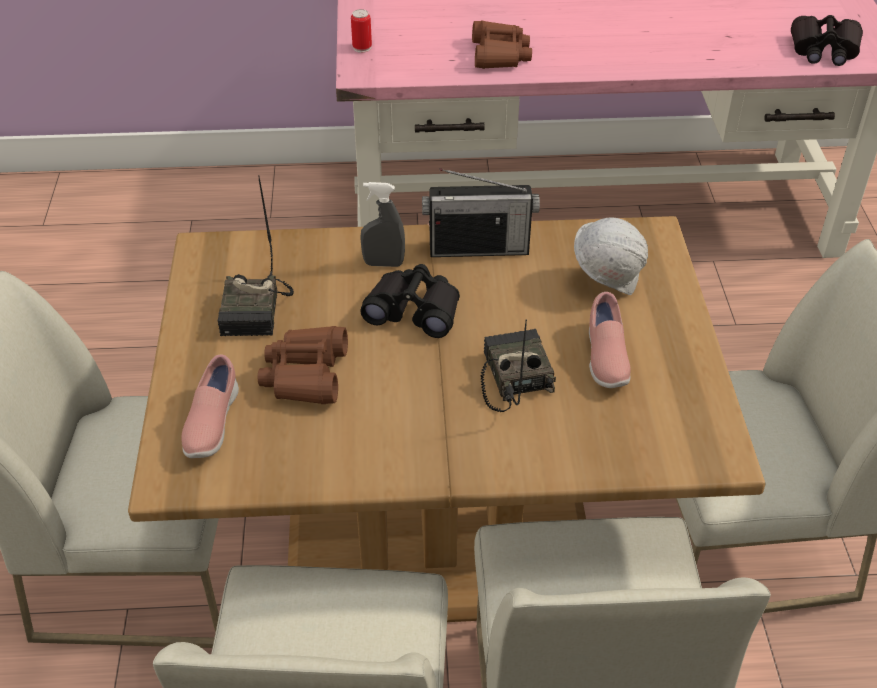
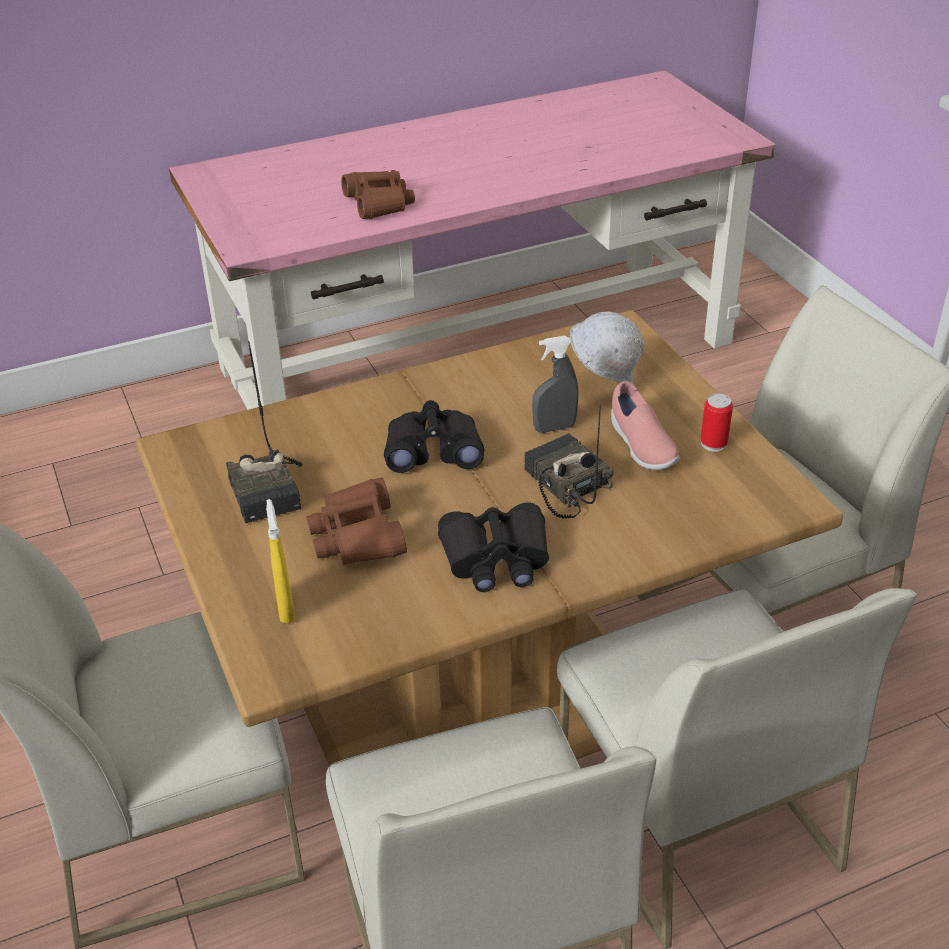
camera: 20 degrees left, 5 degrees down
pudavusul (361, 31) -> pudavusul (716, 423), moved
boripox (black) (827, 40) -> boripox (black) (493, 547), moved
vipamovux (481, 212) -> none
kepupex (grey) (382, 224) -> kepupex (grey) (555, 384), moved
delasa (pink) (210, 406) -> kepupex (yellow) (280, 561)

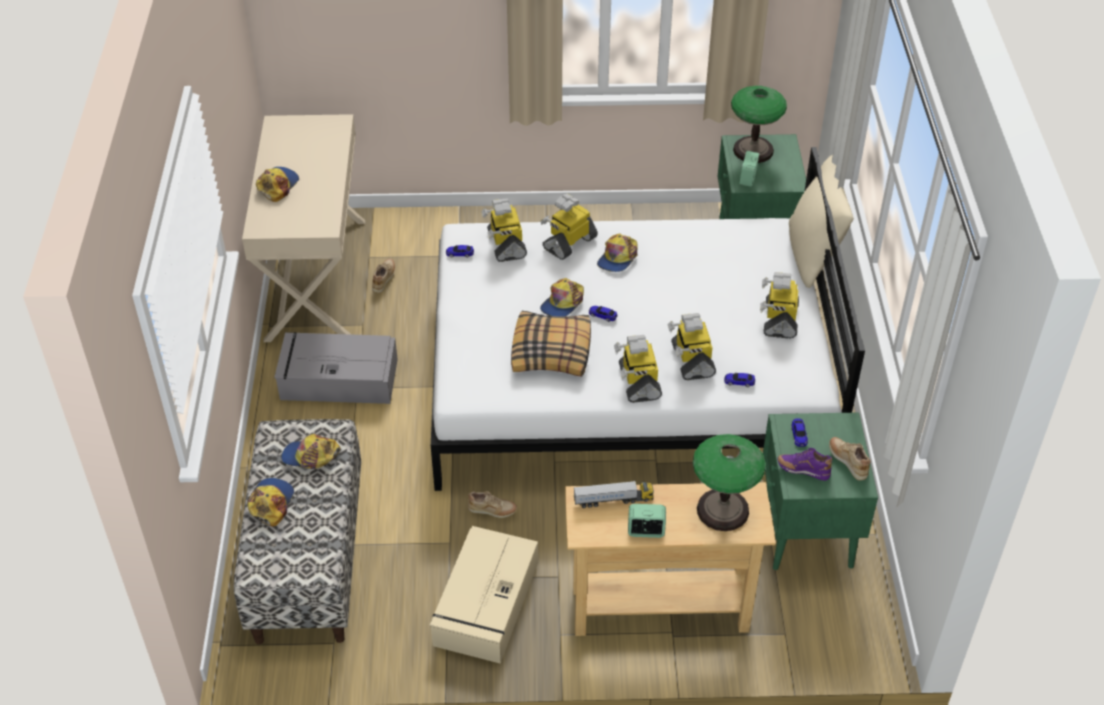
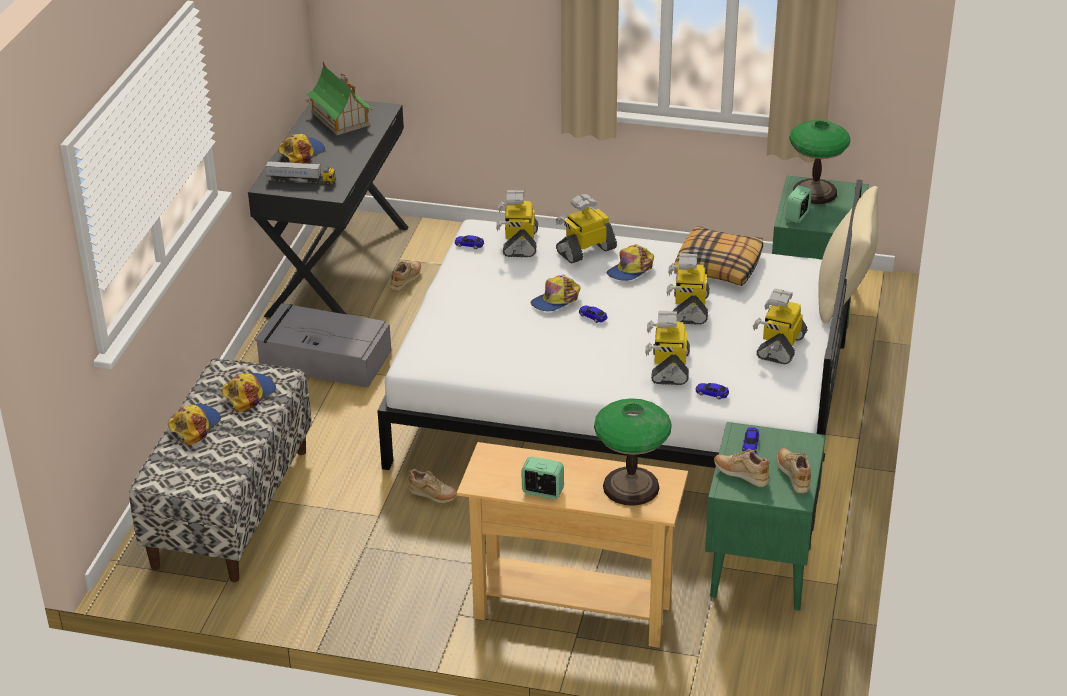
camera: 15 degrees right, 10 degrees down
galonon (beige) (303, 228) -> galonon (black) (328, 209)
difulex (551, 344) -> difulex (718, 256), moved
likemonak (638, 369) -> likemonak (688, 289), moved
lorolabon (310, 451) -> lorolabon (249, 392), 105 degrees clockwise
delasa (purple) (804, 464) -> delasa (beige) (741, 468)
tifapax (614, 494) -> tifapax (300, 173), moved
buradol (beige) (483, 595) -> none
none -> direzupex (339, 98)

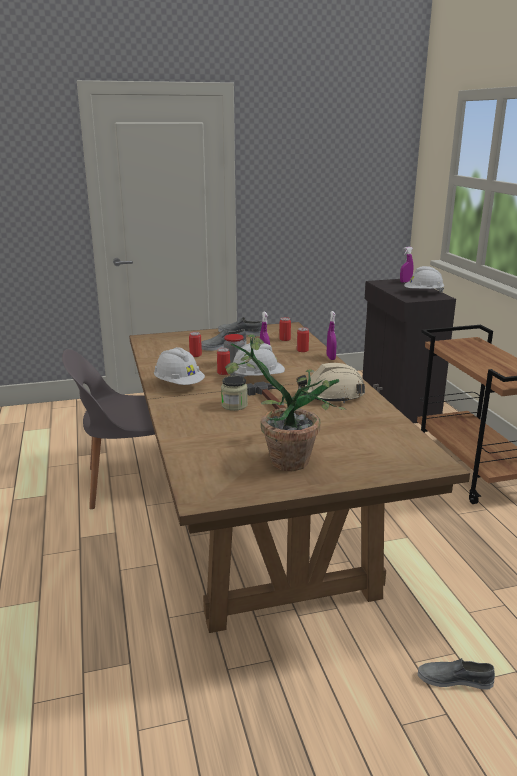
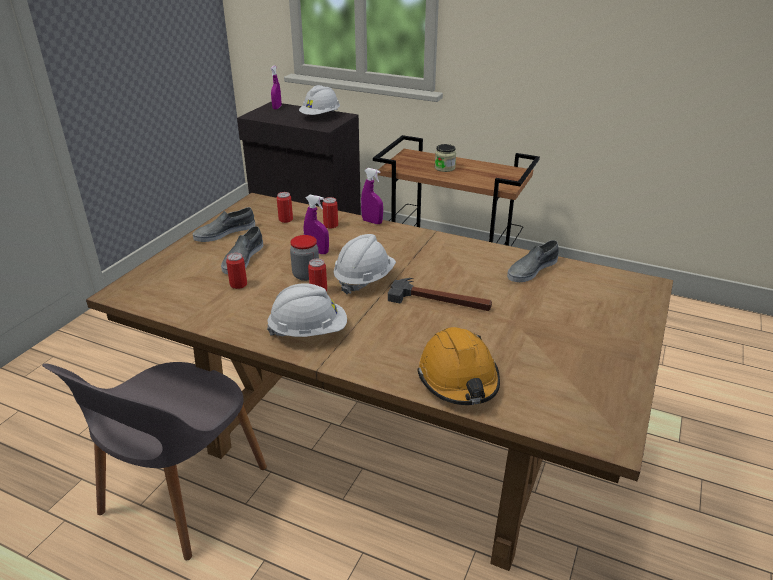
camera: 50 degrees left, 10 degrees up
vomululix (285, 402) -> none
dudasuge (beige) (331, 383) -> none
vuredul (234, 393) -> vuredul (445, 158), moved
delasa (grey) (456, 674) -> delasa (grey) (533, 261), moved
none -> dudasuge (orange) (458, 366)

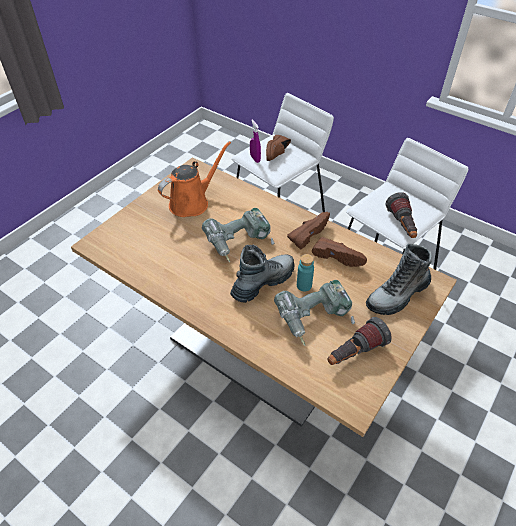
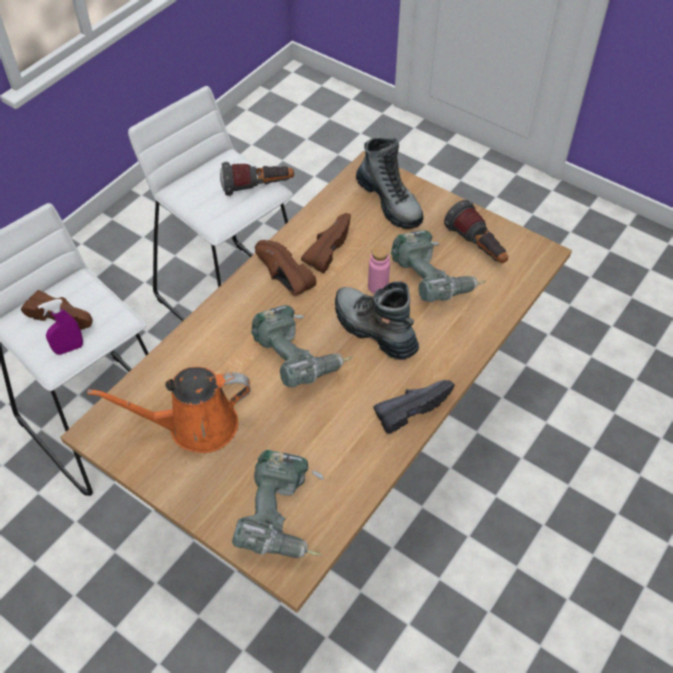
camera: 90 degrees left, 5 degrees up
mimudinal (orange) (194, 179) -> mimudinal (orange) (169, 410), 60 degrees counterclockwise
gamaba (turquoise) (305, 272) -> gamaba (pink) (379, 269)
none -> delasa (black) (414, 407)
none -> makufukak (278, 504)

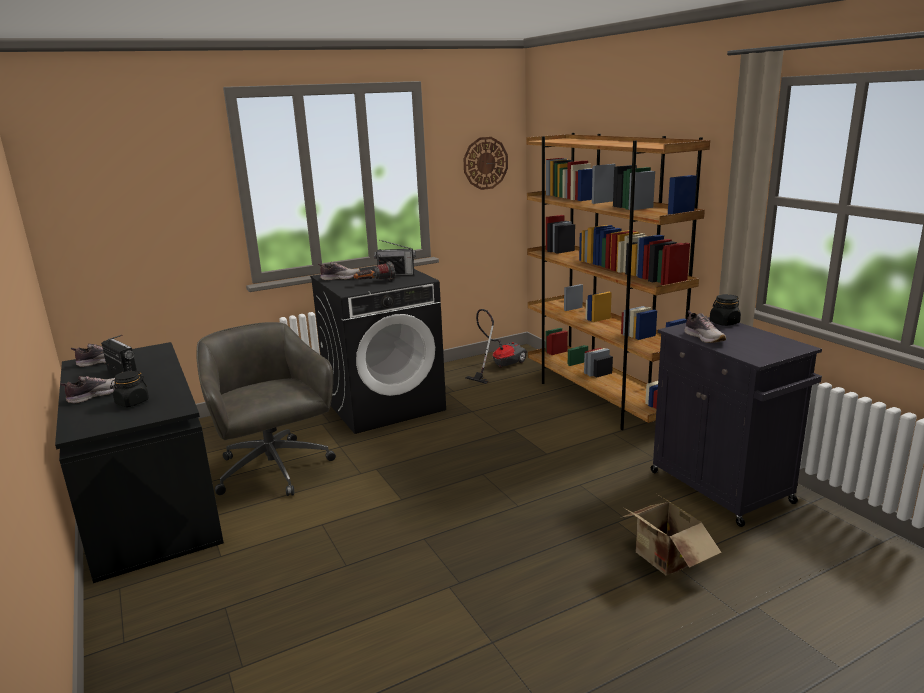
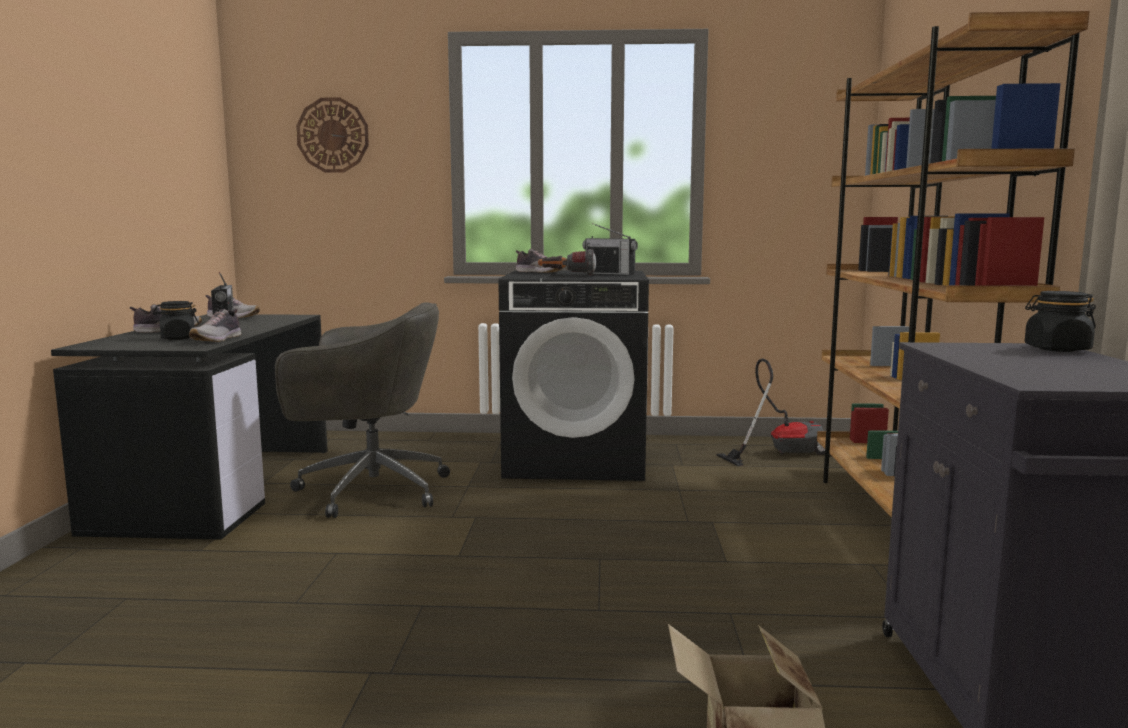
camera: 30 degrees right, 10 degrees down
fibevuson (485, 163) -> fibevuson (332, 135), moved
delasa (705, 326) -> delasa (215, 325), moved
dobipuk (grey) (266, 409) -> dobipuk (grey) (362, 410), 90 degrees clockwise

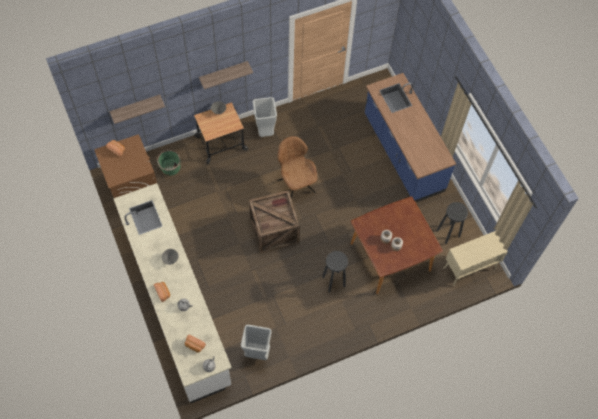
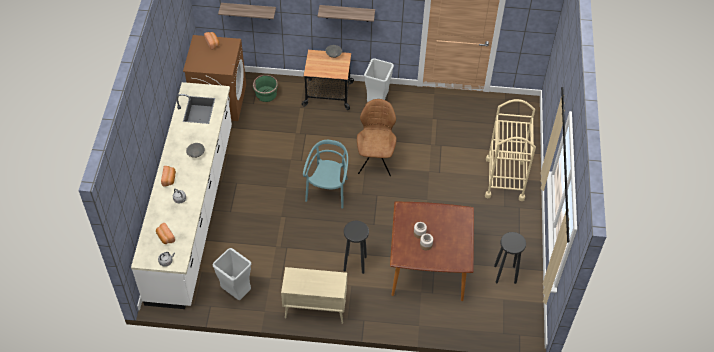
camera: 30 degrees right, 10 degrees down
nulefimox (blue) (410, 137) -> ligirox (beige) (510, 150)
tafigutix (274, 221) -> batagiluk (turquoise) (325, 174)
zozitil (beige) (475, 258) -> zozitil (beige) (314, 295), moved

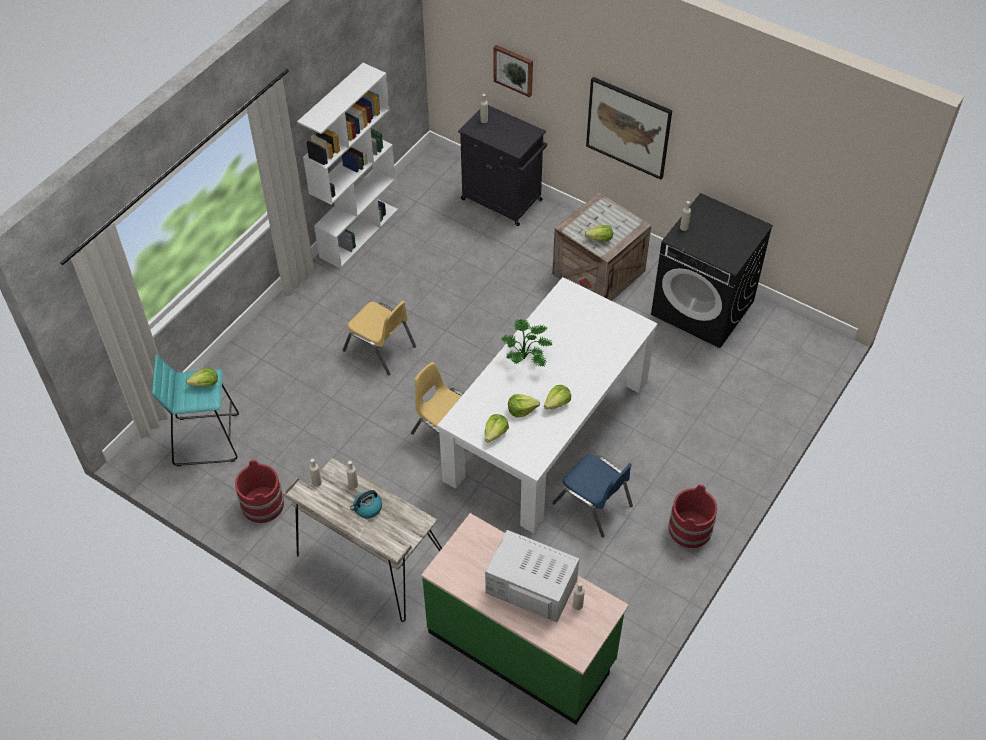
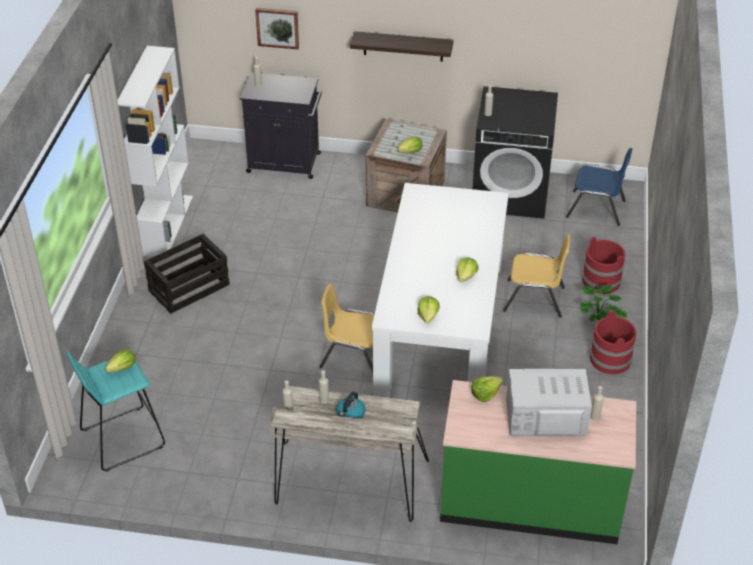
camera: 25 degrees left, 10 degrees down
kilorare (629, 128) -> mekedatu (401, 46)
batagiluk (yellow) (379, 338) -> batagiluk (yellow) (536, 276), moved
vomululix (526, 343) -> vomululix (604, 303), moved
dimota (524, 405) -> dimota (487, 389), moved
batagiluk (blue) (592, 495) -> batagiluk (blue) (599, 187), moved
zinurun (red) (259, 491) -> zinurun (red) (603, 265), moved
none -> tafigutix (187, 274)

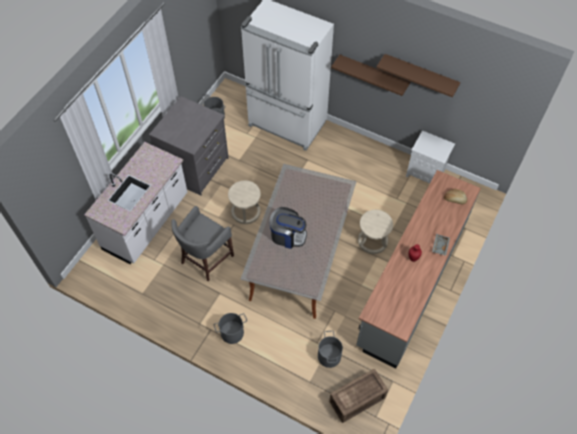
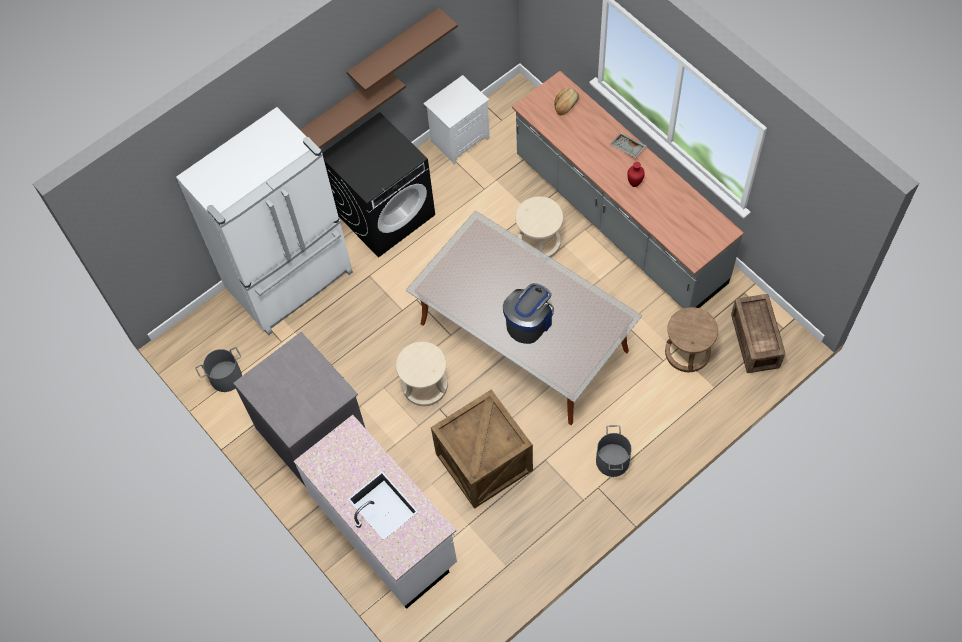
camera: 65 degrees left, 5 degrees up
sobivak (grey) (202, 244) -> tafigutix (482, 449)
zinurun (grey) (330, 349) -> sobivak (brown) (691, 339)
none -> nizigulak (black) (379, 185)

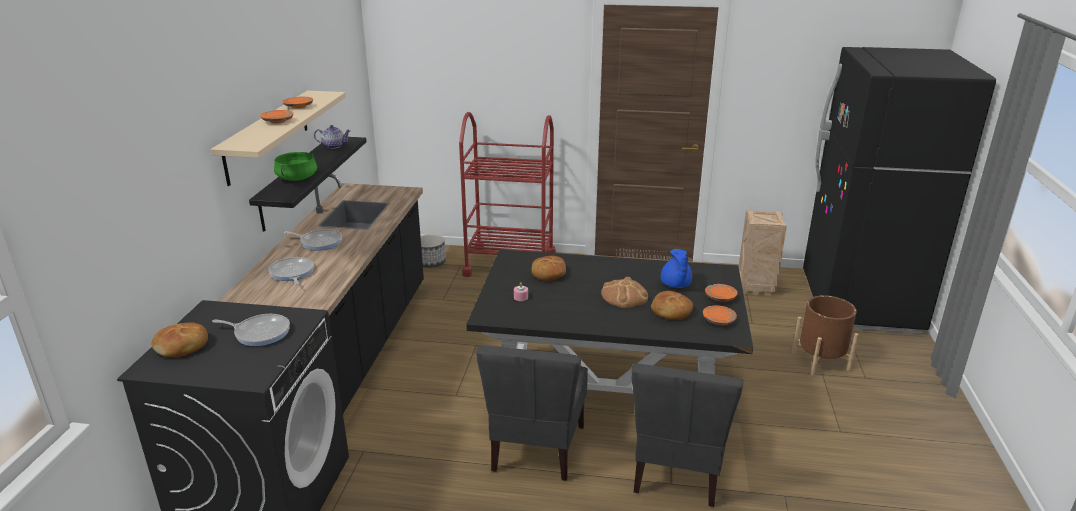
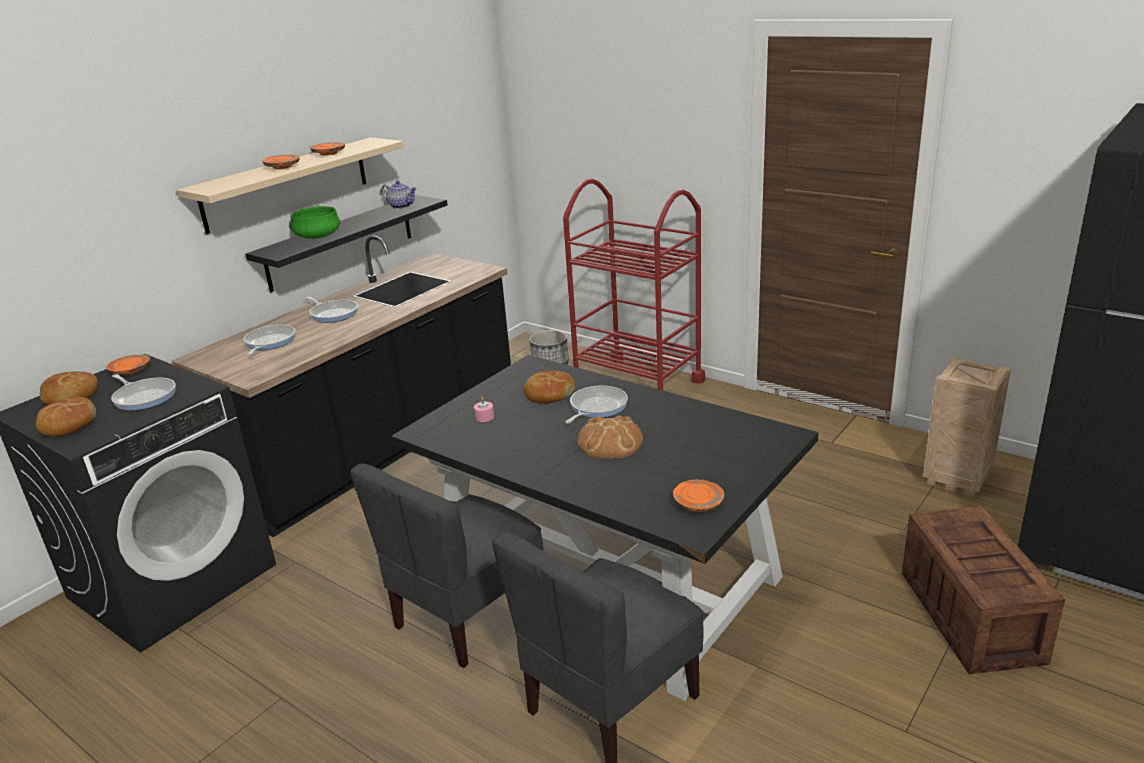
camera: 30 degrees right, 0 degrees up
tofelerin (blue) (676, 268) -> none
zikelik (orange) (721, 292) -> zikelik (orange) (128, 364), moved
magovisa (672, 305) -> magovisa (66, 417), moved
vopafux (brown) (825, 335) -> tafigutix (983, 590)
none -> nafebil (597, 405)

